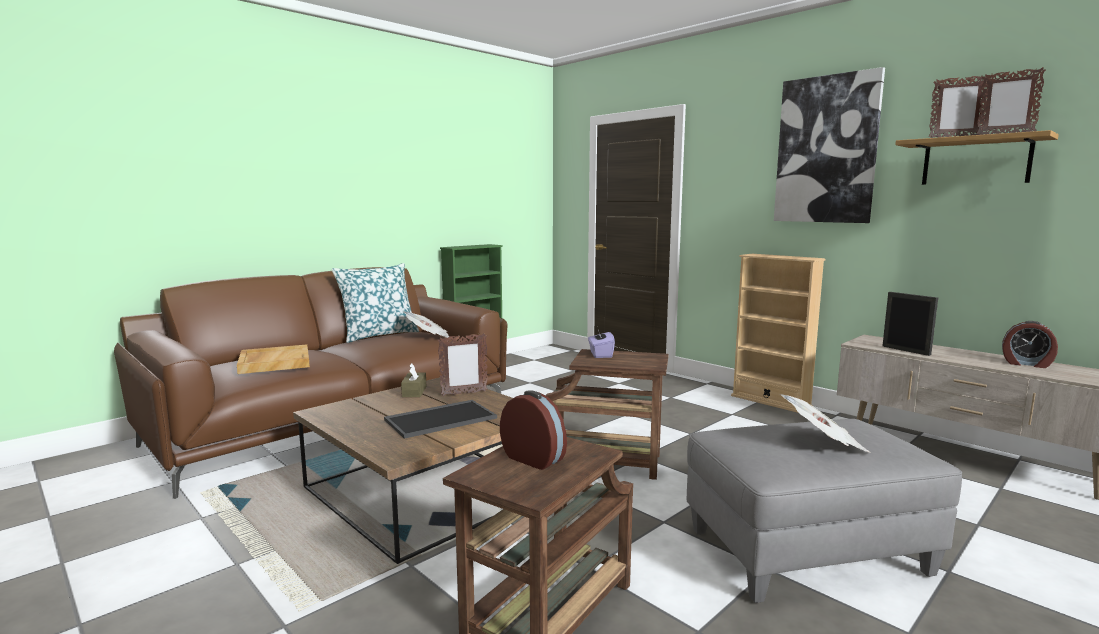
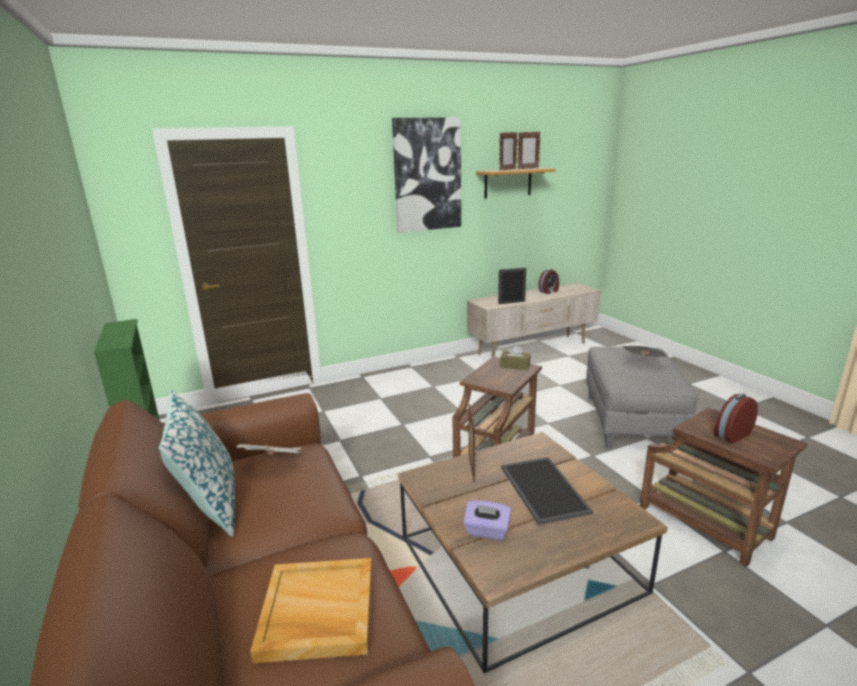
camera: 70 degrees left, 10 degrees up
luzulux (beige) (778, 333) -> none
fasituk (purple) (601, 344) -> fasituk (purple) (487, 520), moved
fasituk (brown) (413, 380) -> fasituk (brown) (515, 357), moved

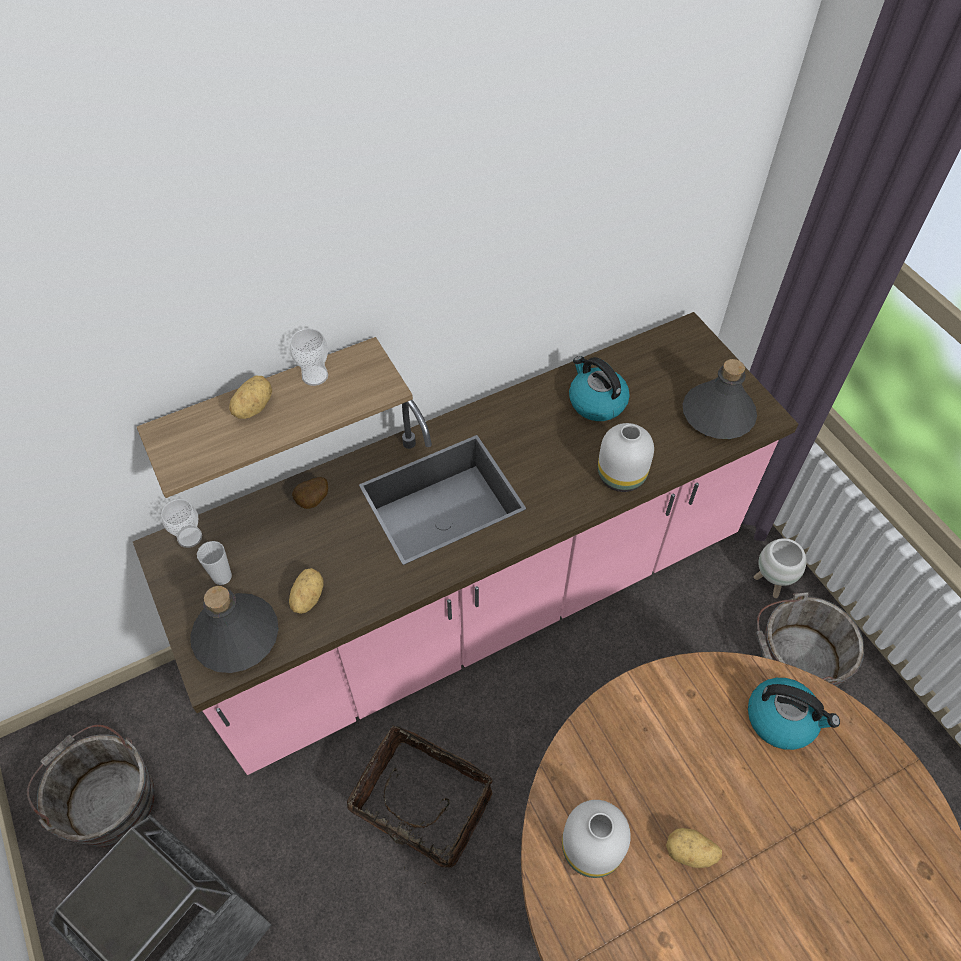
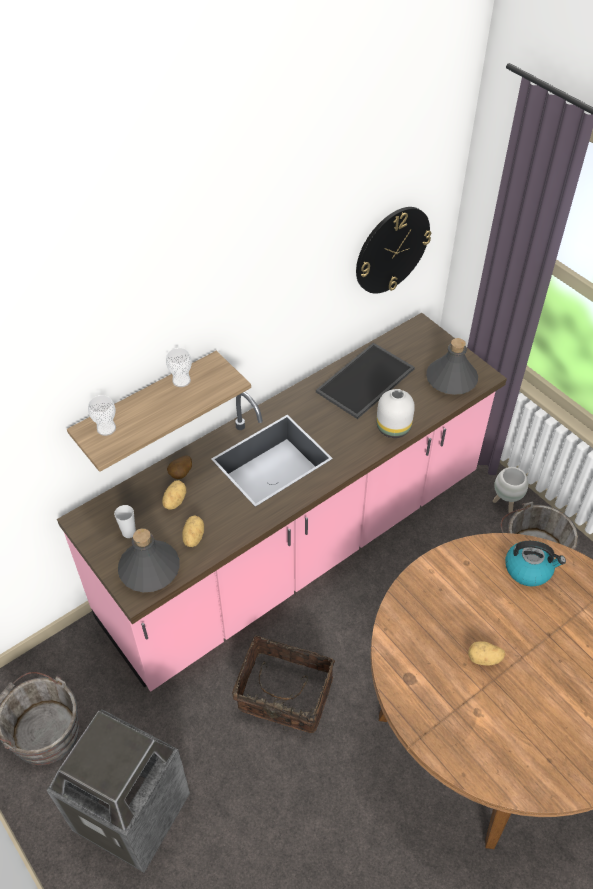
camera: 10 degrees left, 5 degrees down
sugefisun (599, 388) -> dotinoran (365, 381)
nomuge (250, 397) -> nomuge (174, 495), moved
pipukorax (181, 523) -> pipukorax (102, 415), moved
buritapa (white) (596, 839) -> none
none -> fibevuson (393, 250)

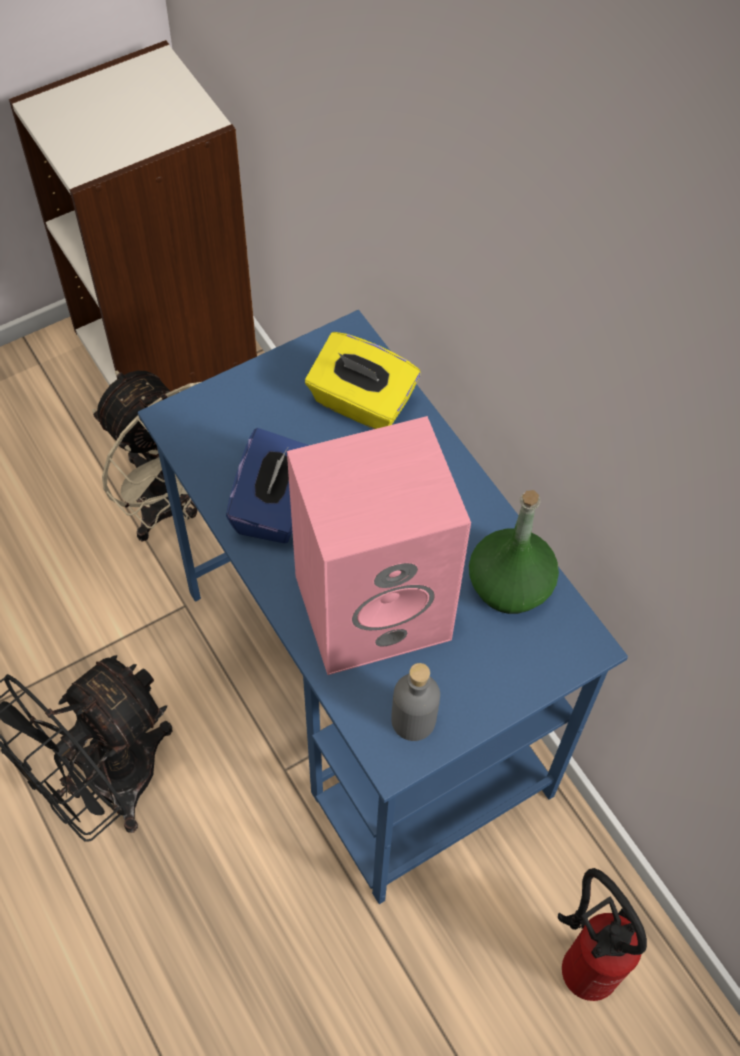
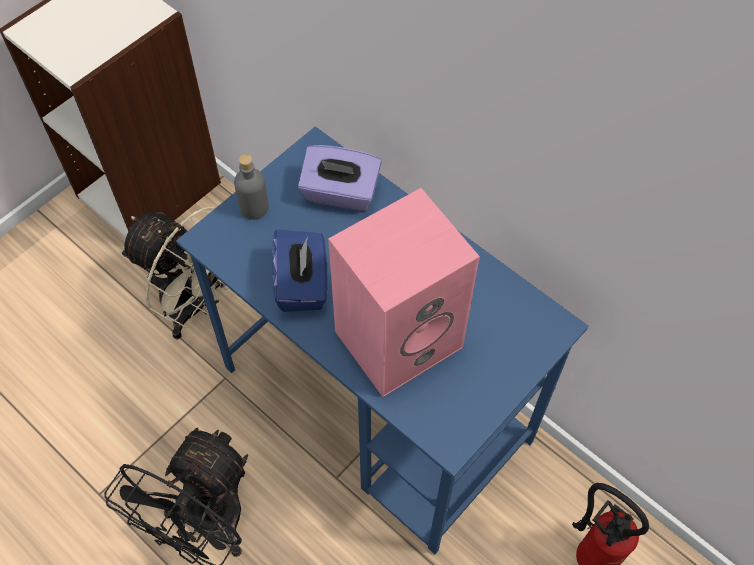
camera: 15 degrees left, 0 degrees up
fasituk (yellow) (362, 380) -> fasituk (purple) (340, 178)
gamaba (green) (514, 552) -> none
gamaba (grey) (415, 702) -> gamaba (grey) (251, 187), moved

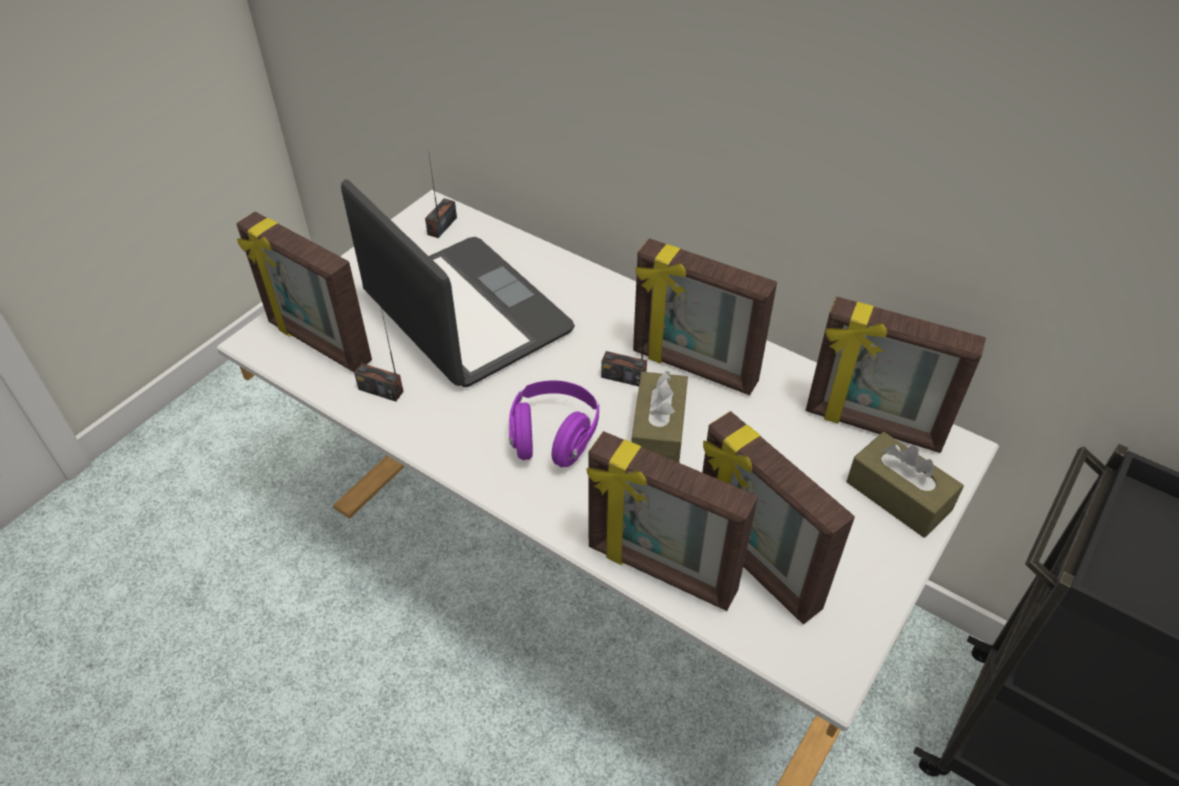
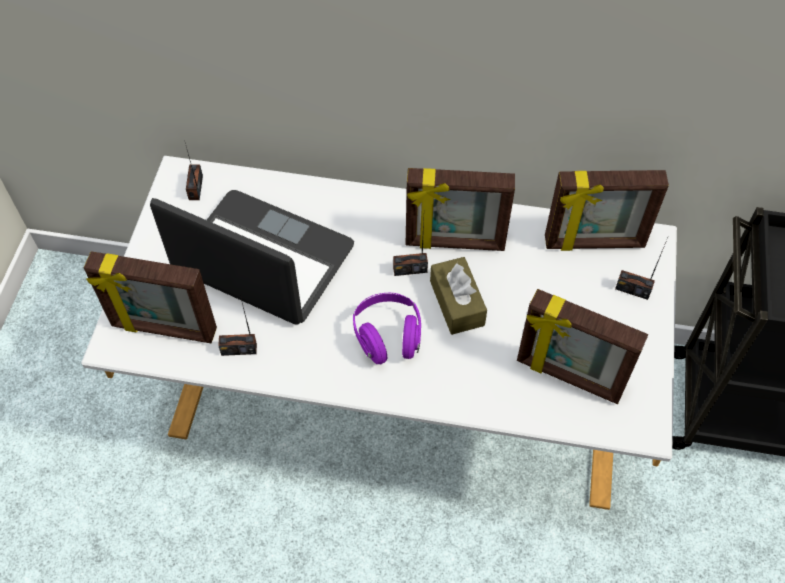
camera: 25 degrees left, 10 degrees up
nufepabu (672, 521) -> none
fasituk (brown) (905, 485) -> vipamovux (641, 269)

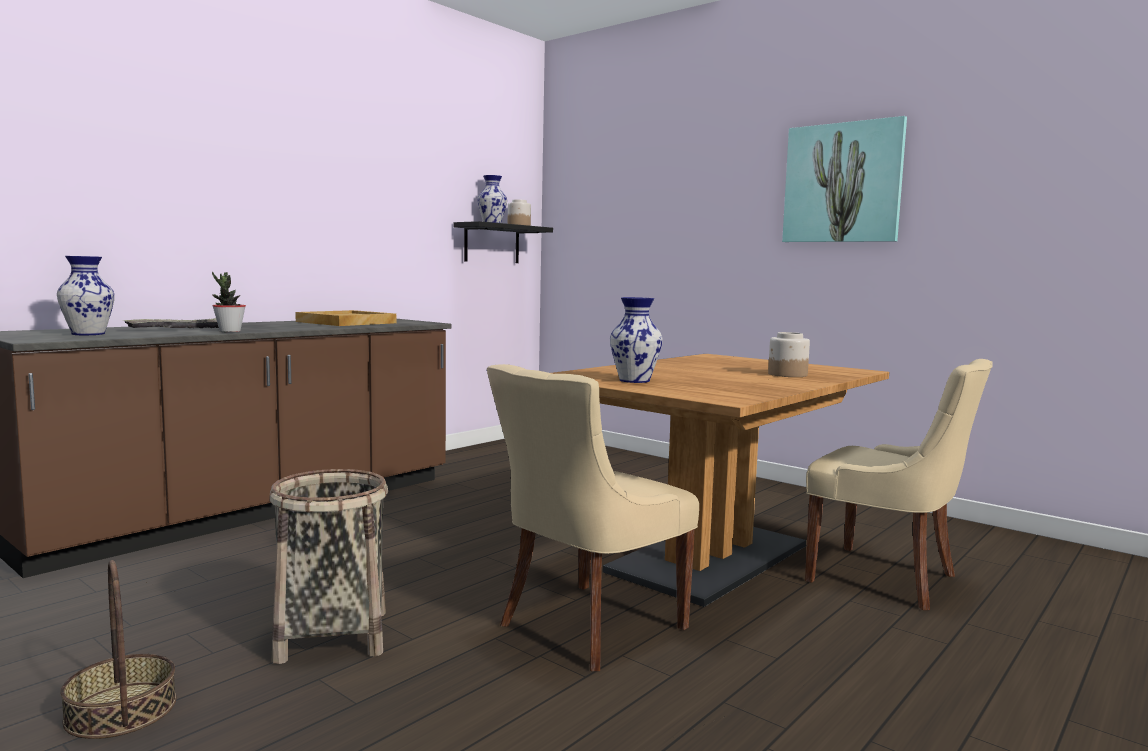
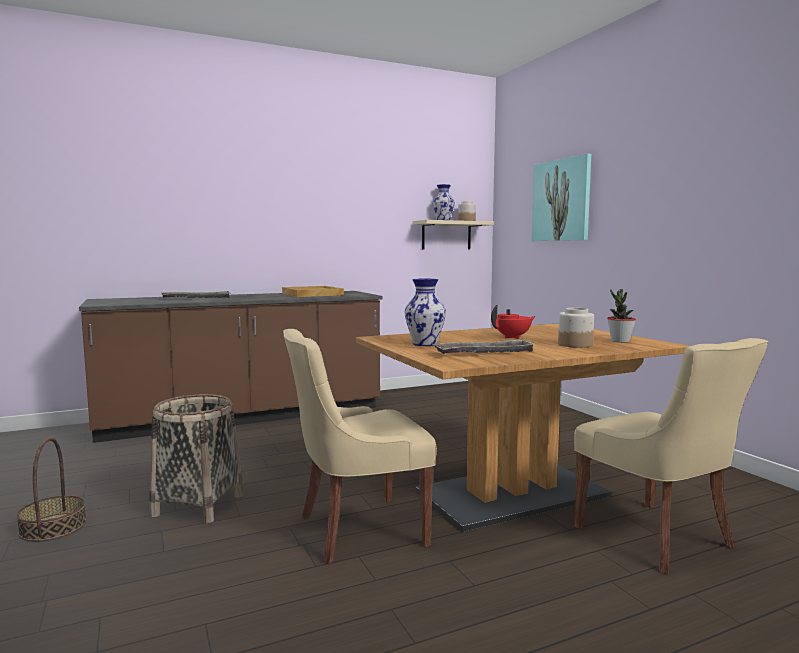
camera: 25 degrees right, 0 degrees up
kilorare (844, 179) -> kilorare (561, 197), moved
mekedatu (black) (503, 242) -> mekedatu (beige) (453, 234)
buritapa (86, 295) -> none
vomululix (229, 302) -> vomululix (621, 316), moved
none -> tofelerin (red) (513, 322)
none -> dotinoran (484, 346)

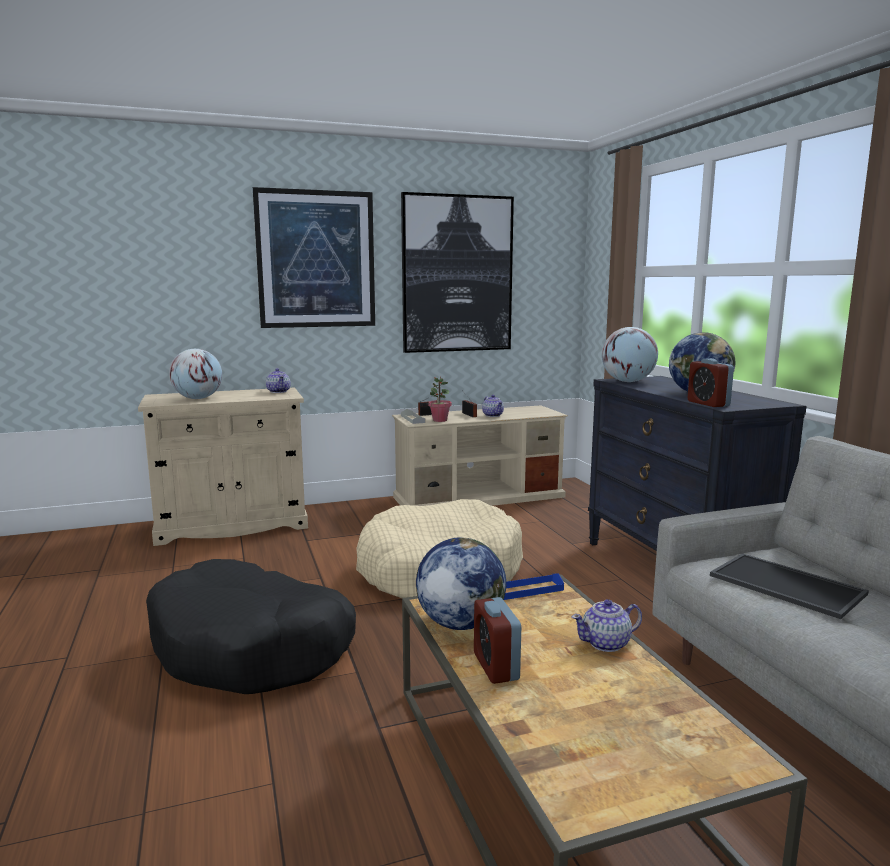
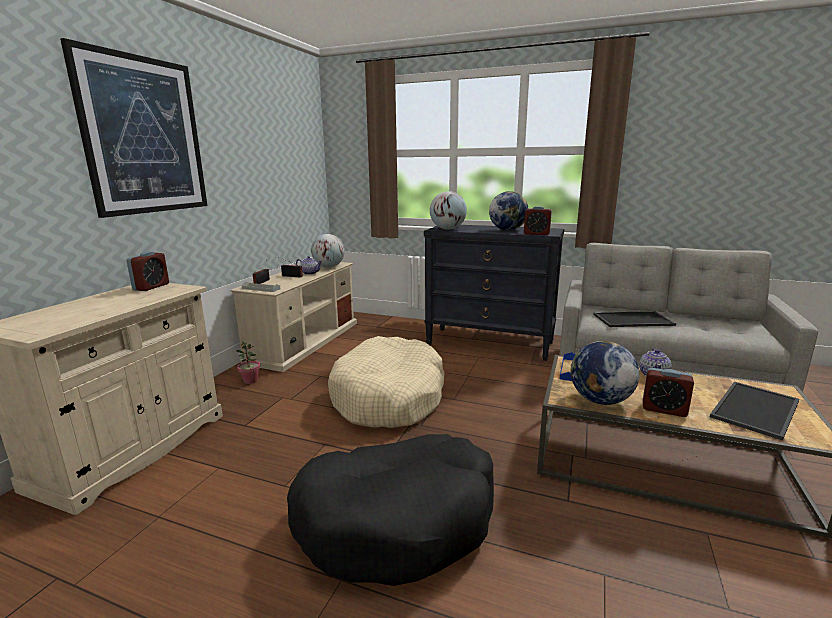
camera: 50 degrees left, 5 degrees up
kilorare (457, 272) -> none
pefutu (195, 374) -> pefutu (328, 251), moved
tofelerin (278, 380) -> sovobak (147, 271)
vomululix (440, 399) -> vomululix (248, 363), moved
none -> dotinoran (754, 411)

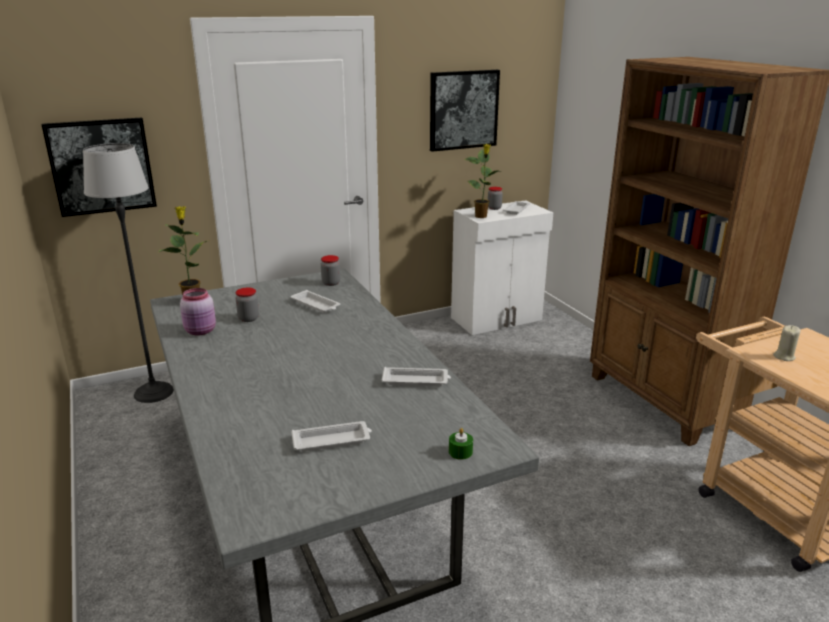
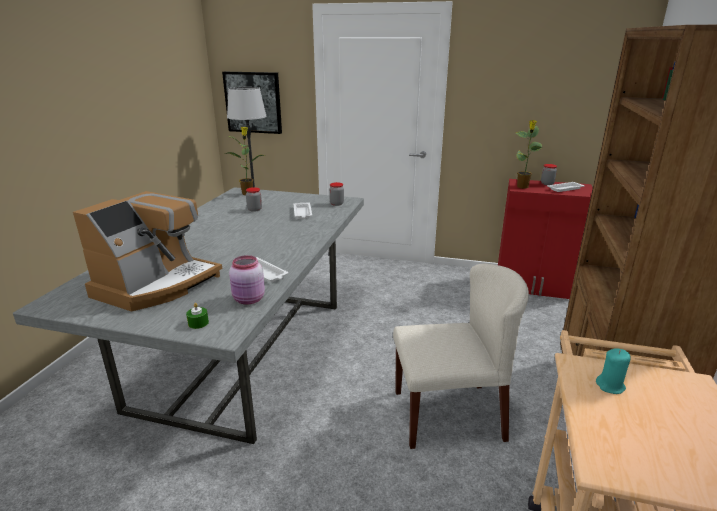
camera: 40 degrees right, 0 degrees up
kilorare (465, 111) -> none
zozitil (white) (502, 267) -> zozitil (red) (545, 239)
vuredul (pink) (198, 312) -> vuredul (pink) (247, 280), moved
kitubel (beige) (786, 343) -> kitubel (turquoise) (613, 371)
dotinoran (white) (331, 436) -> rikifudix (147, 251)
none -> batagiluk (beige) (461, 356)

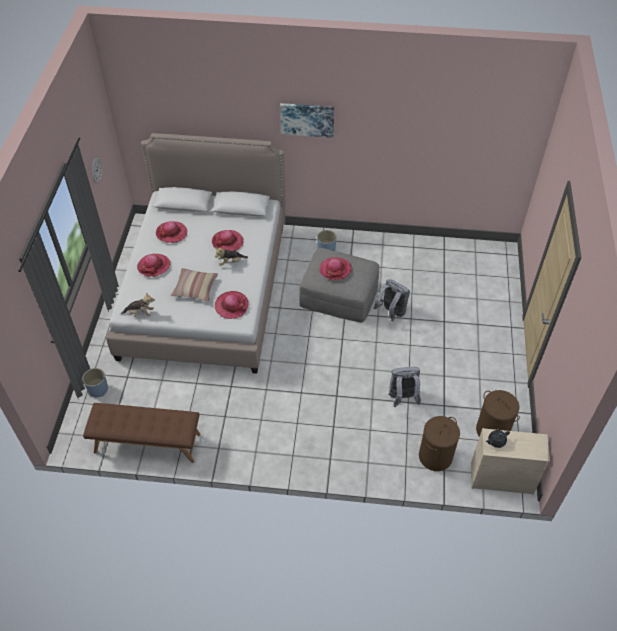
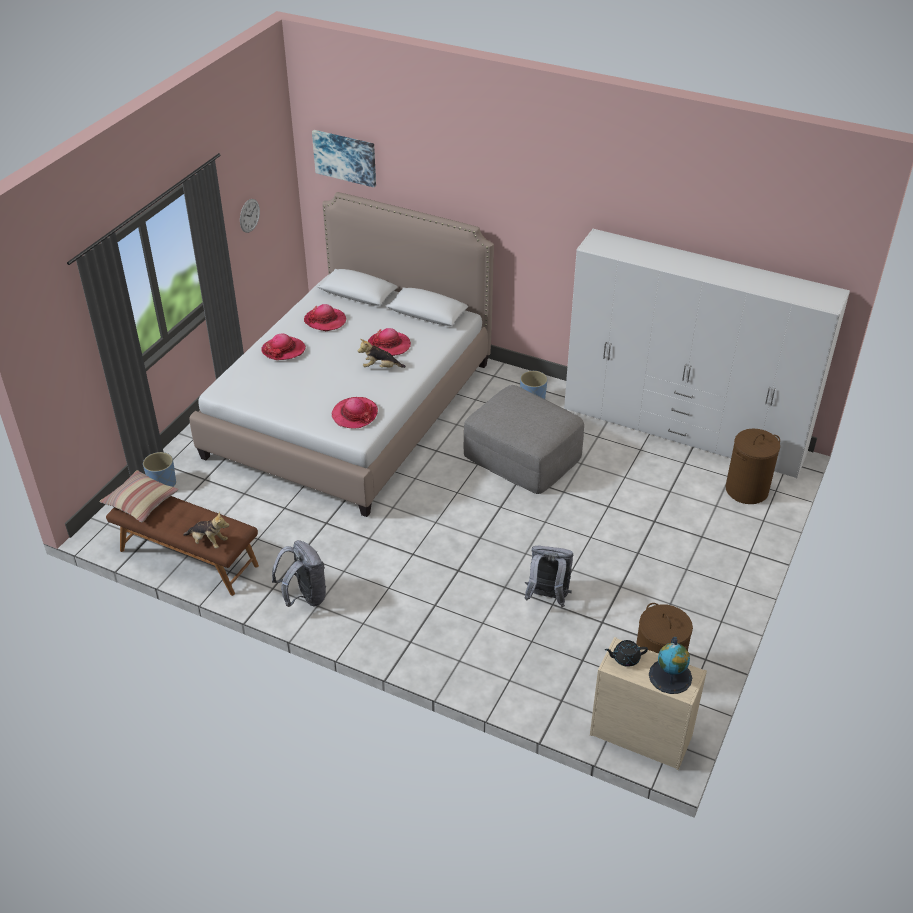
camera: 20 degrees right, 10 degrees down
kilorare (307, 120) -> kilorare (344, 158), moved
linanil (335, 268) -> none
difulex (194, 285) -> difulex (139, 496), moved
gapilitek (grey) (392, 300) -> gapilitek (grey) (299, 573), moved
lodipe (138, 304) -> lodipe (206, 530), moved
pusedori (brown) (439, 443) -> pusedori (brown) (752, 466), moved
none -> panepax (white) (707, 353)
none -> pefutu (670, 665)

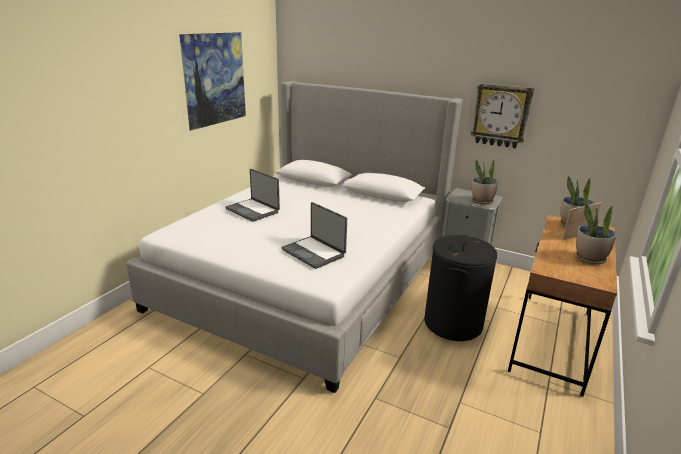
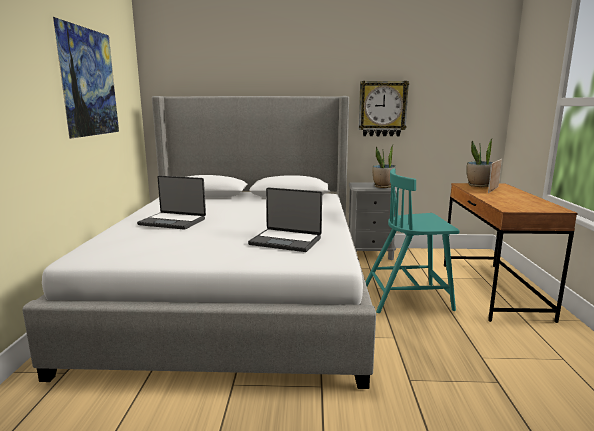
camera: 25 degrees left, 10 degrees down
vomululix (596, 233) -> none
pusedori (black) (460, 288) -> batagiluk (turquoise) (413, 241)

